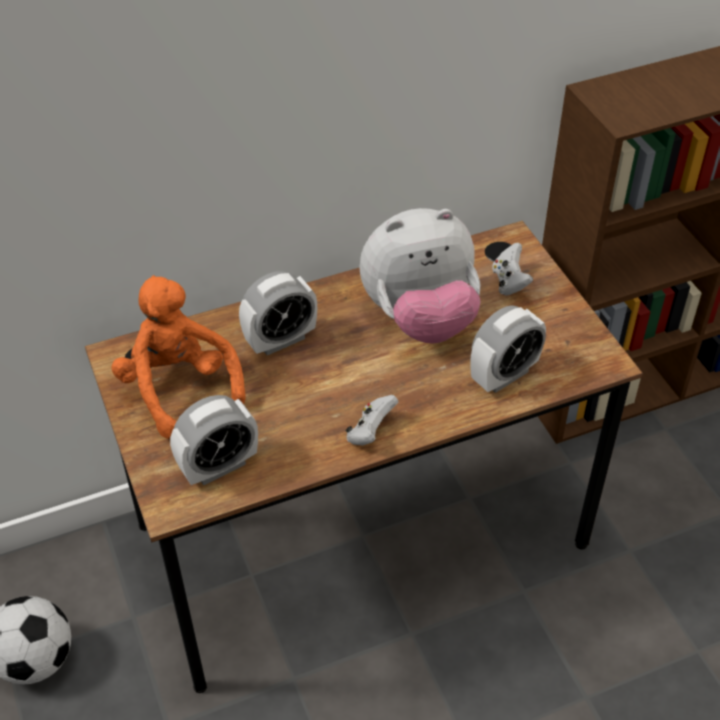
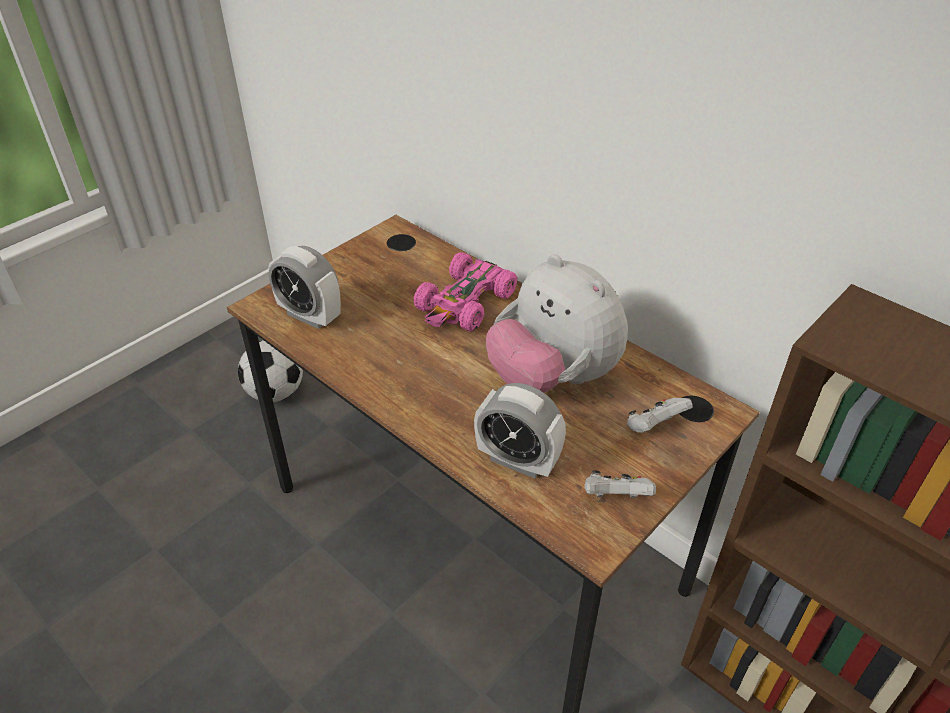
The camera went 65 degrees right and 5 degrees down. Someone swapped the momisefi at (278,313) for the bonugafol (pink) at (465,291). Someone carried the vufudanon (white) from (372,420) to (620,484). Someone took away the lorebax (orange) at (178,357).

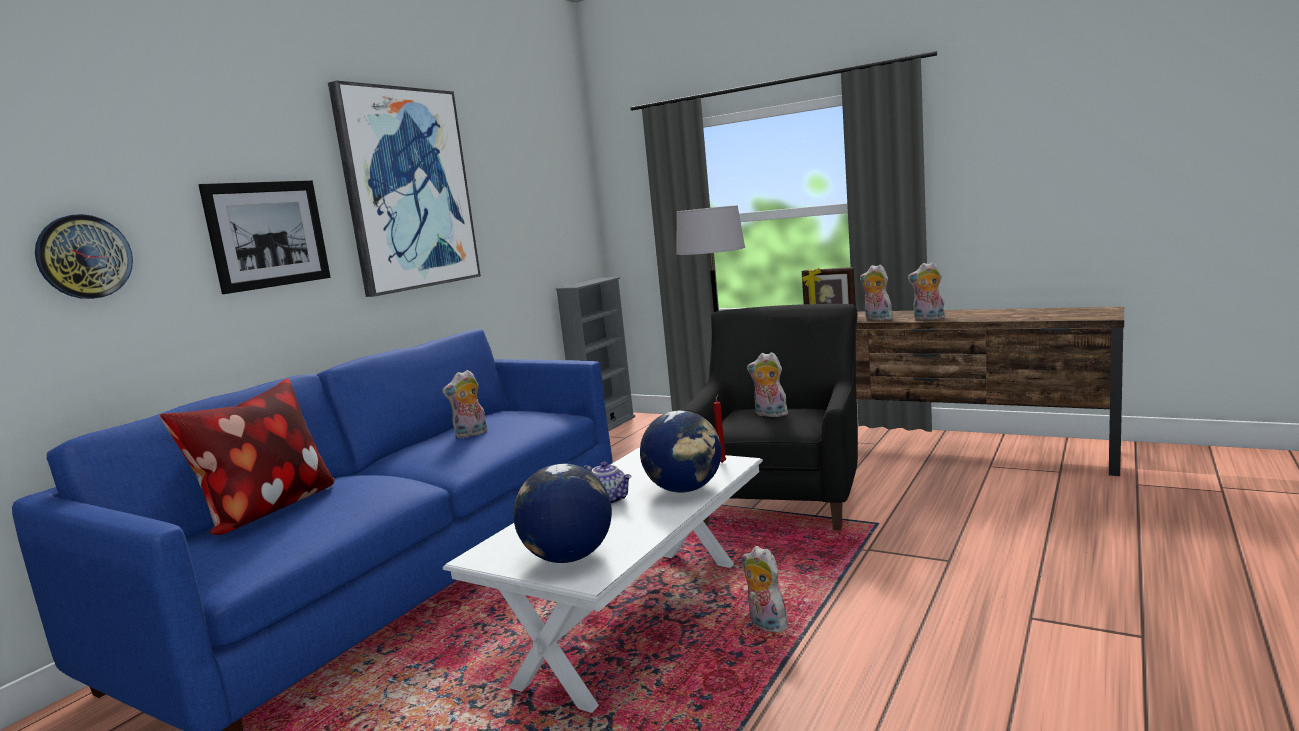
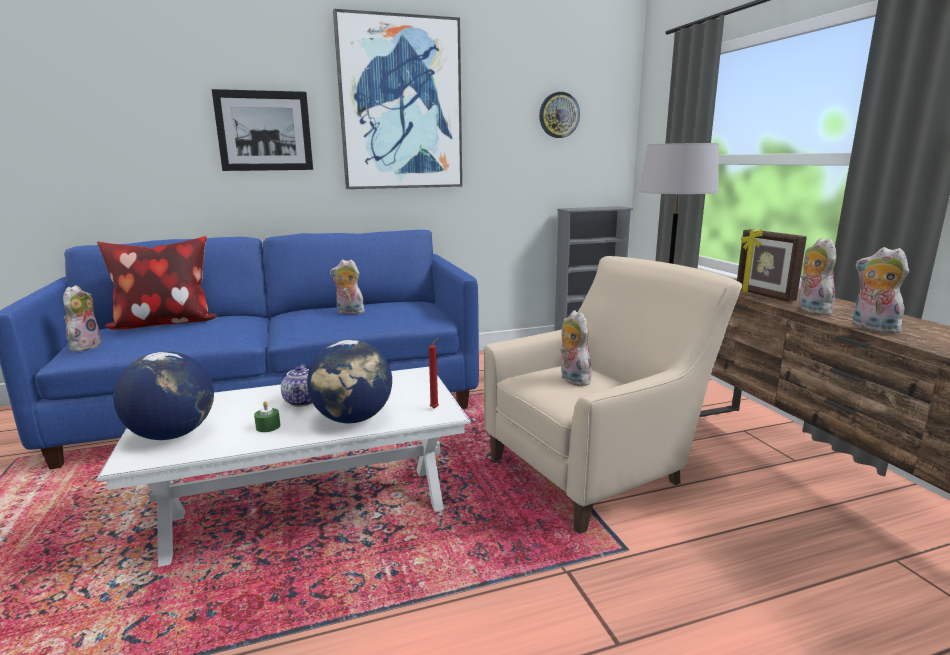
The camera went 40 degrees right and 5 degrees up. Someone carried the lorebax from (765,589) to (82,318). Someone put down the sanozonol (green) at (267,416). Someone repainted the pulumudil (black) at (770,417), which became the pulumudil (beige) at (613,395). Someone carried the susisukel from (84,256) to (559,115).

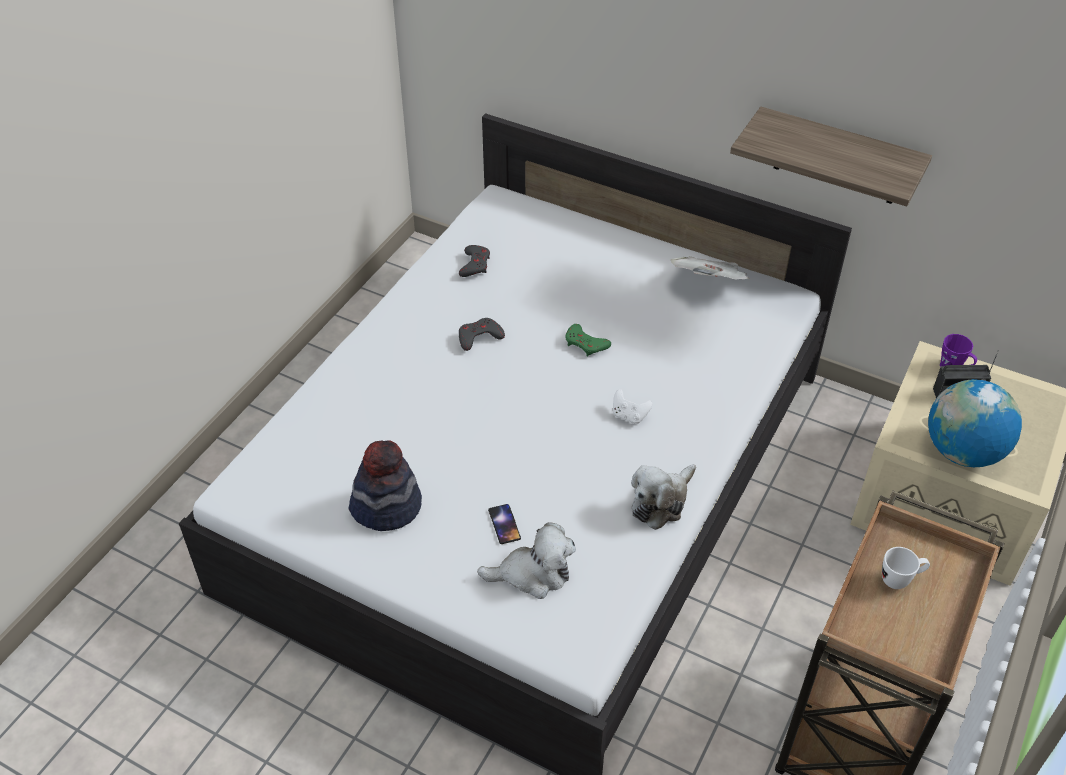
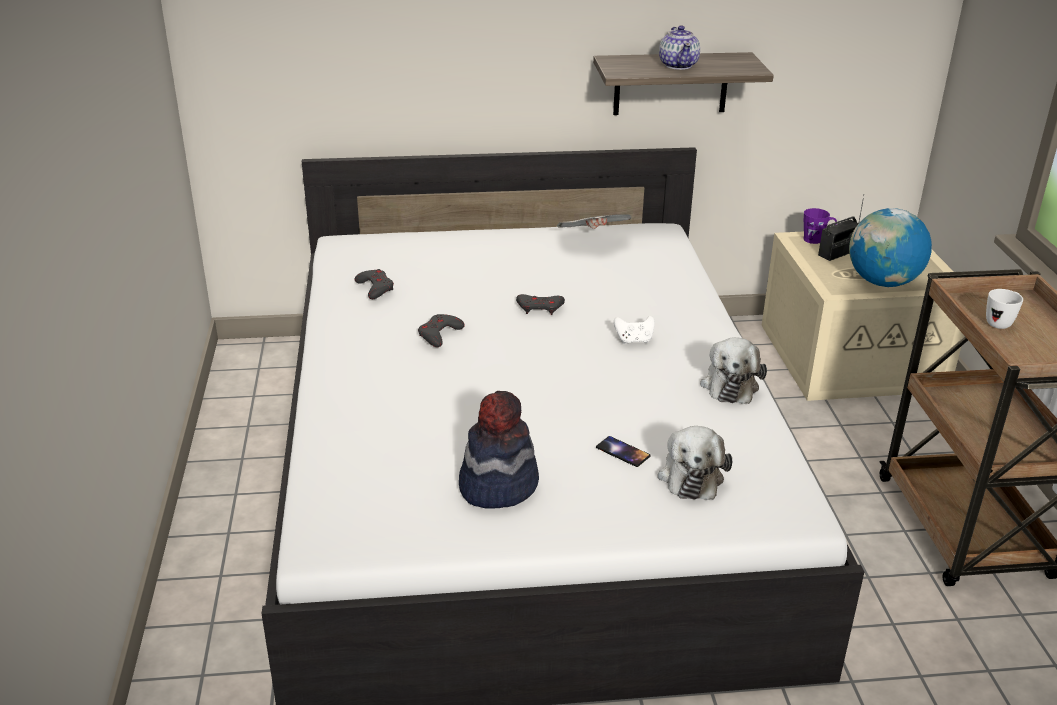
The camera went 35 degrees left and 15 degrees down. Someone repainted the vufudanon (green) at (588,340), which became the vufudanon (grey) at (540,304). Someone rotated the lorebax at (526,560) by 135 degrees clockwise. Someone put down the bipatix at (679,48).

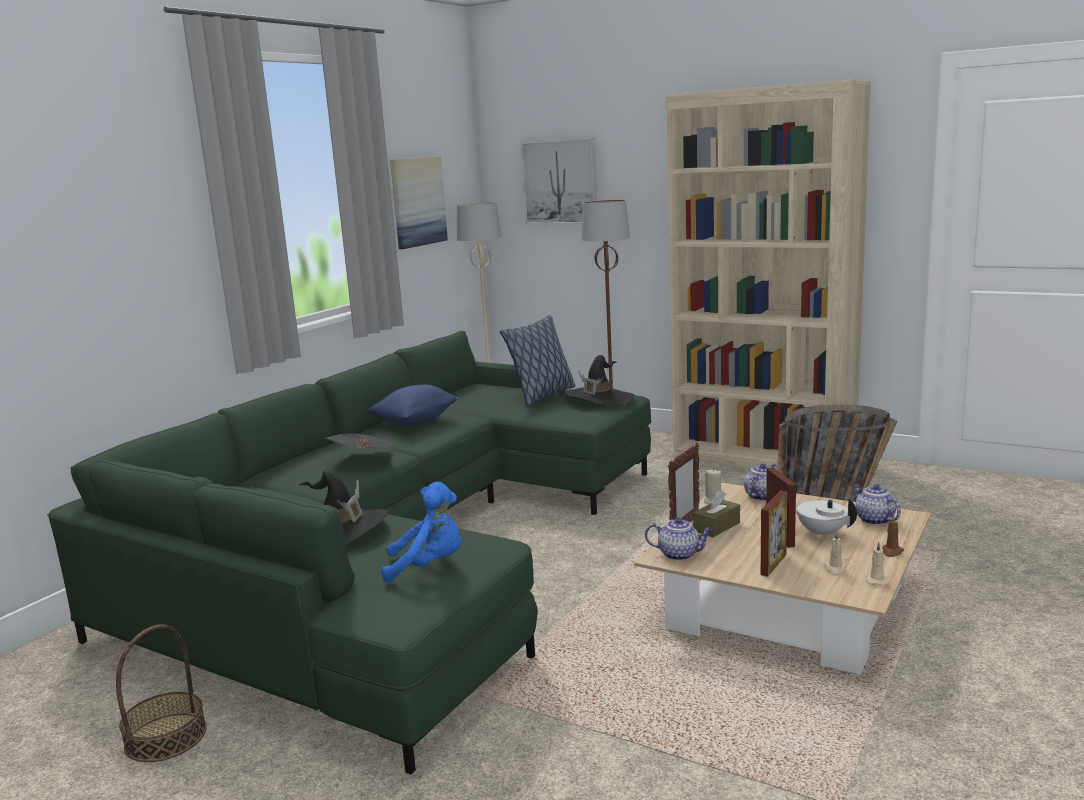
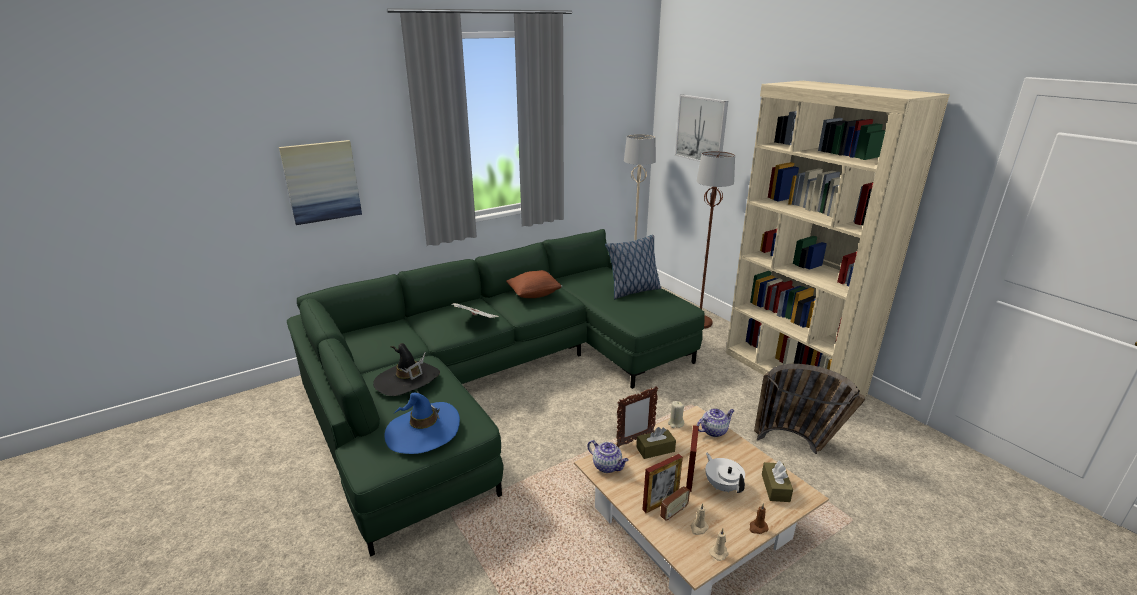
The camera went 25 degrees right and 10 degrees up. Someone carried the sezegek from (419,202) to (320,182). Someone swapped the lorebax (blue) at (421,532) for the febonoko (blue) at (422,423). Someone repainted the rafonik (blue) at (412,405), which became the rafonik (brown) at (534,284). Someone put down the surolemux at (675,499). Someone swapped the bipatix at (877,504) for the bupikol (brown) at (777,481). Someone took away the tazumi at (161,693). Someone took away the febonoko (black) at (599,380).

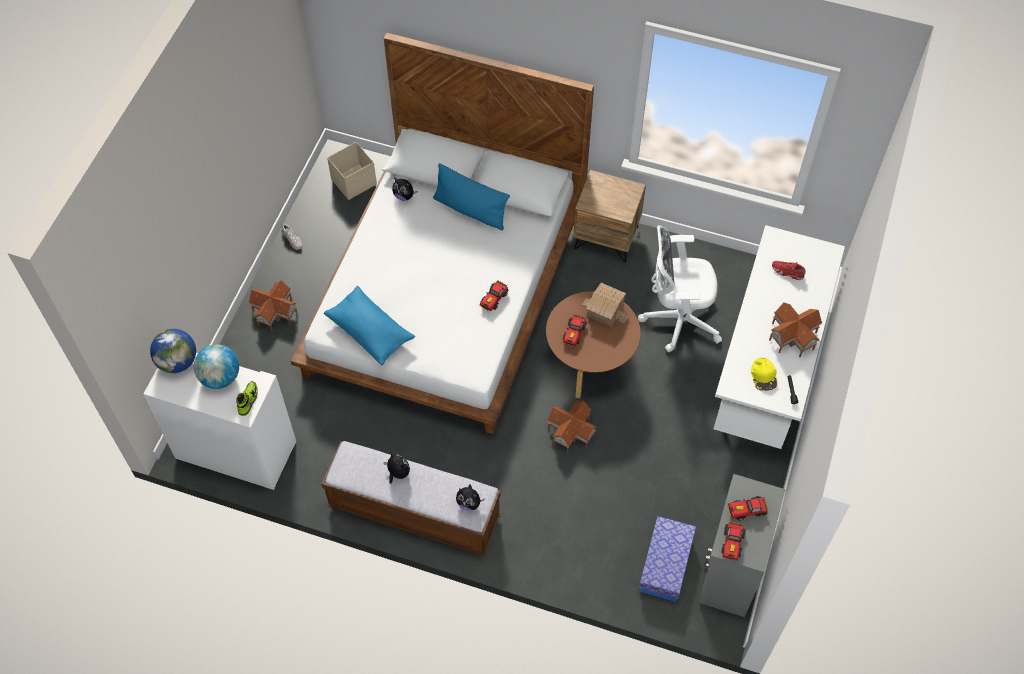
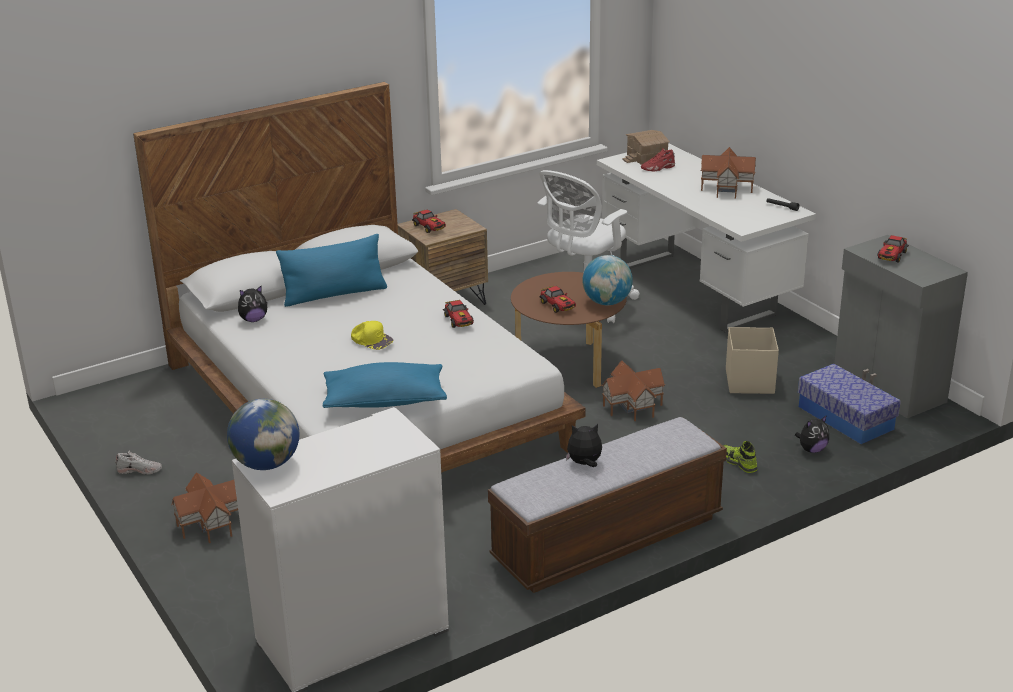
The camera went 50 degrees left and 30 degrees down. Someone carried the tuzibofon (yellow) from (764,374) to (372,335). Someone carried the bonugafol from (733,541) to (429,221). Someone carried the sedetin from (216,366) to (607,280). Someone carried the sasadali from (605,305) to (646,147). Someone carried the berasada from (247,398) to (741,457). Someone carried the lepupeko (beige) from (352,171) to (752,360). Someone carried the lorebax from (470,497) to (812,434).

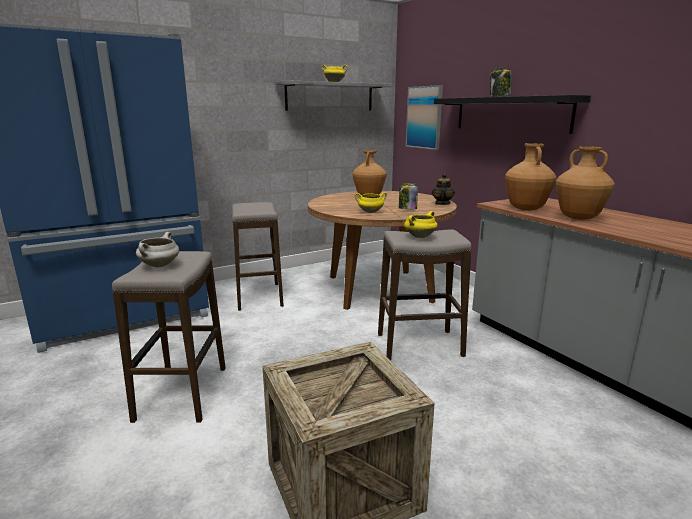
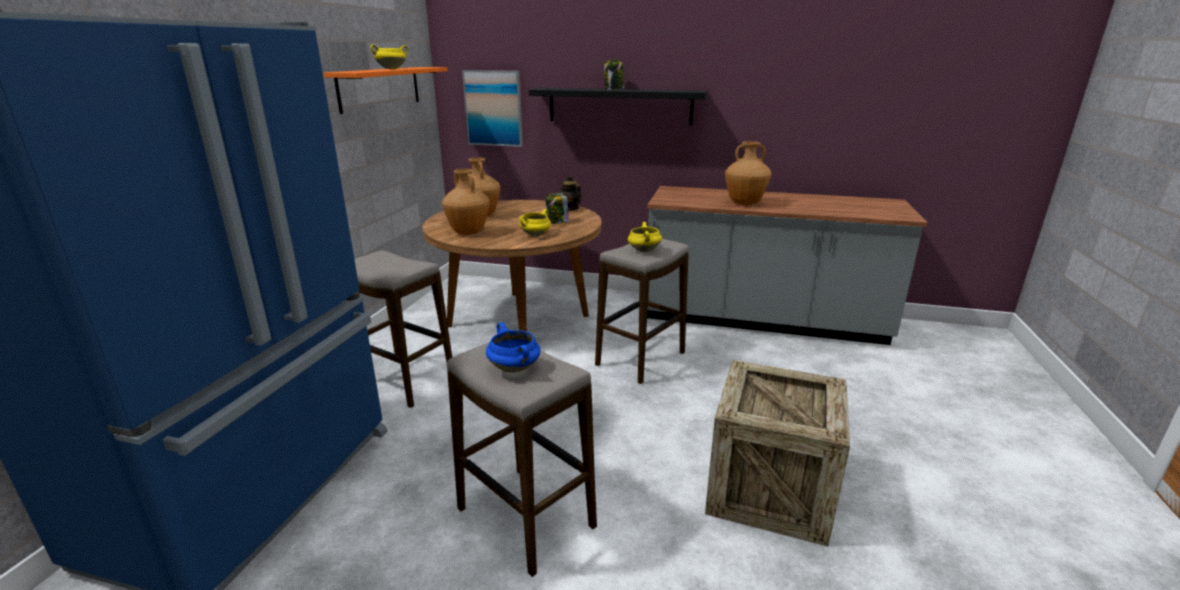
The camera went 45 degrees left and 5 degrees up. Someone repainted the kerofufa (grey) at (333,95), which became the kerofufa (orange) at (385,90). Someone carried the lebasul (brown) from (531,177) to (466,202). Someone repainted the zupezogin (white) at (157,249), which became the zupezogin (blue) at (513,347).

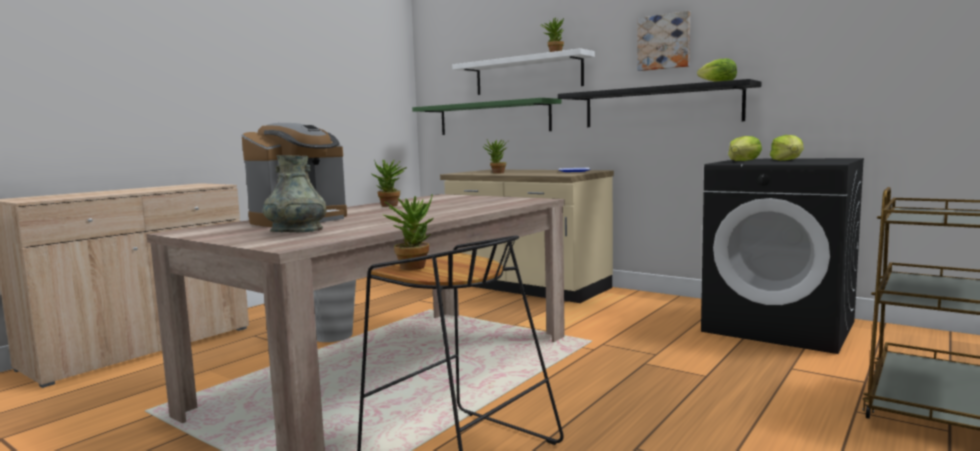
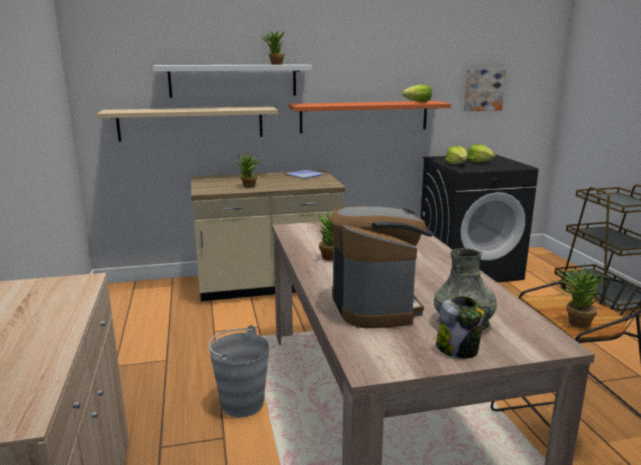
The camera went 50 degrees left and 10 degrees up. Someone repainted the kerofufa (green) at (487,116), which became the kerofufa (beige) at (187,123). Someone repainted the kerofufa (black) at (659,103), which became the kerofufa (orange) at (370,117). Someone put down the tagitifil at (460,327). Someone carried the sezegek from (663,41) to (485,90).

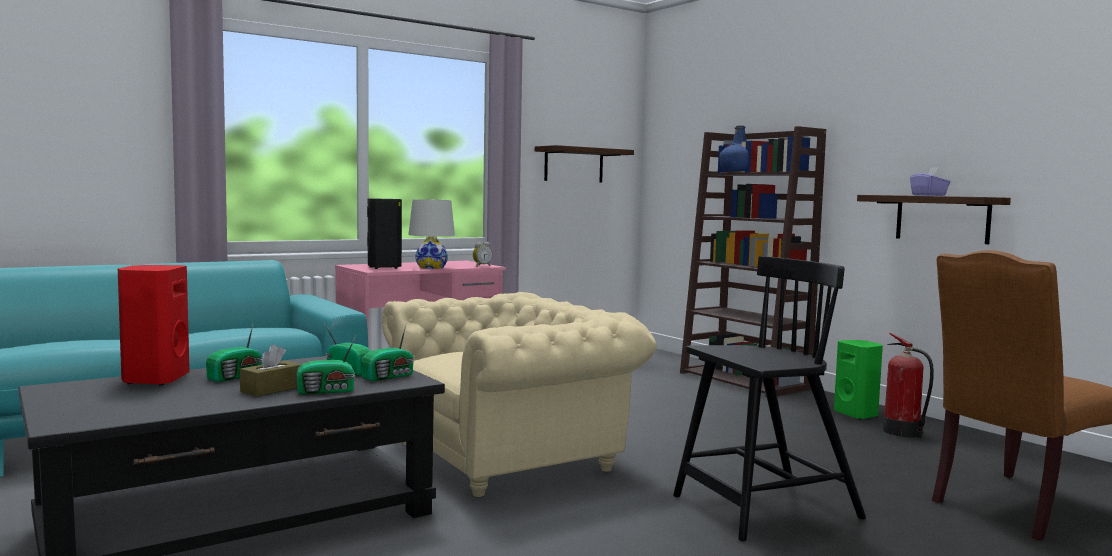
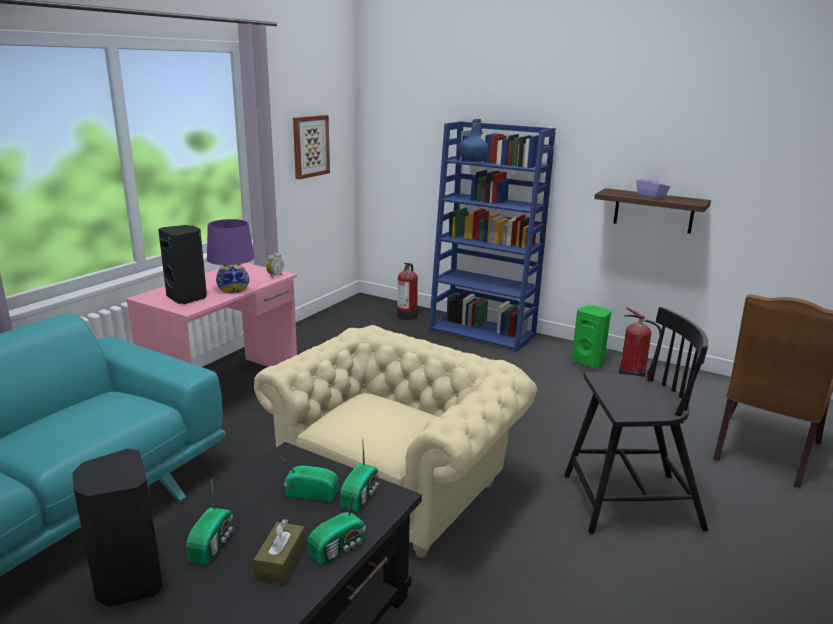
The camera went 25 degrees left and 15 degrees up. Someone repainted the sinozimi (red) at (153,325), which became the sinozimi (black) at (117,528). Someone repainted the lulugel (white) at (431,234), which became the lulugel (purple) at (231,256). Someone swapped the kerofufa at (584,163) for the sezegek at (311,147). Someone put down the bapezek at (407,291). Someone repainted the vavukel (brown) at (753,261), which became the vavukel (blue) at (492,236). Someone rotated the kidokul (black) at (769,398) by 45 degrees clockwise.

